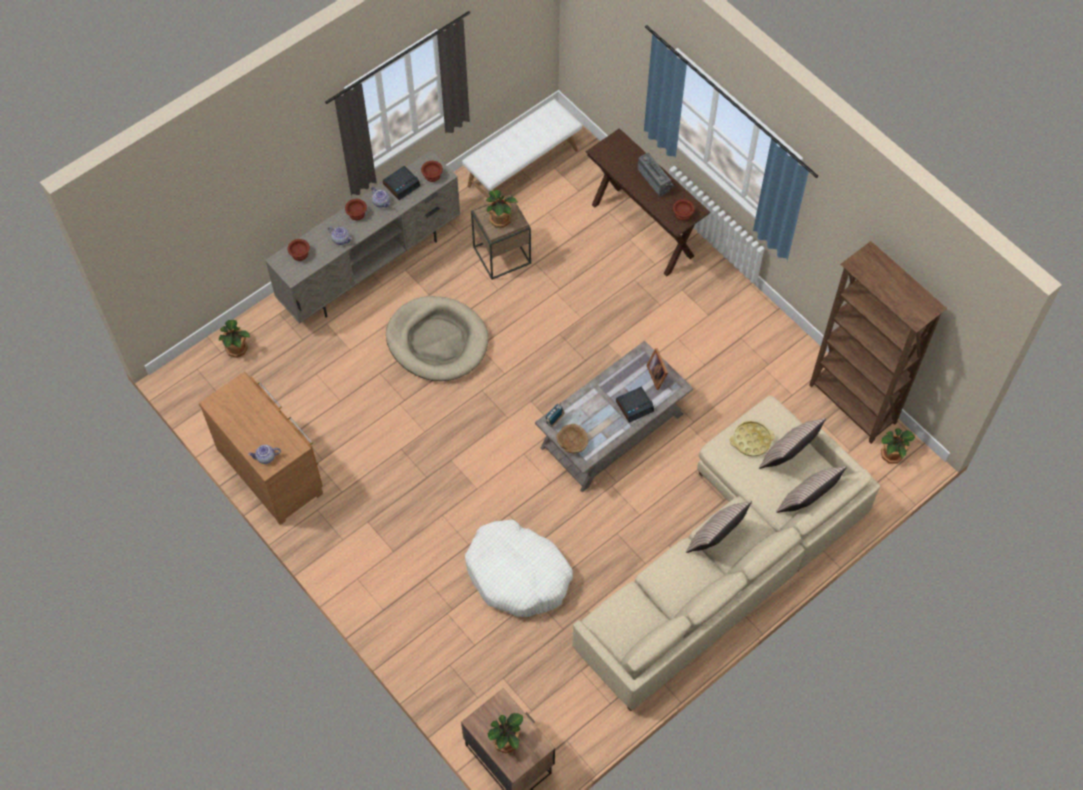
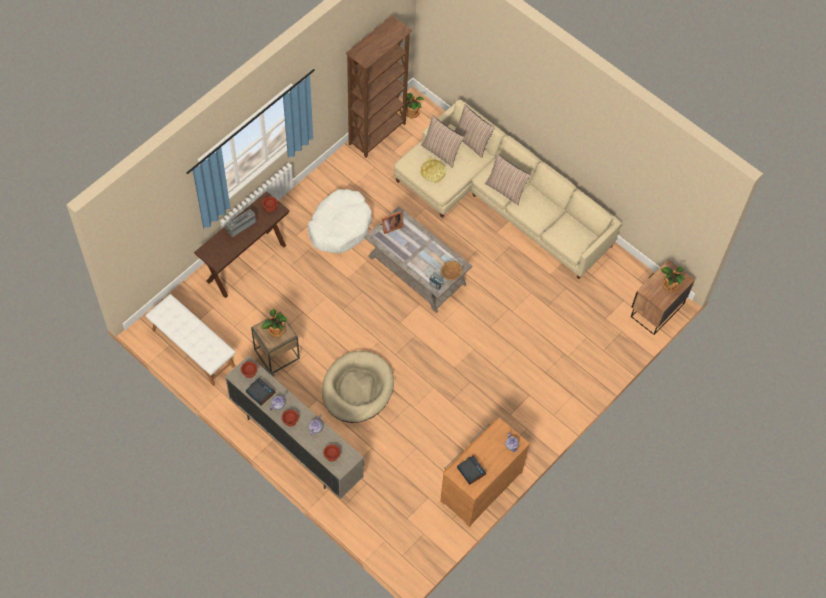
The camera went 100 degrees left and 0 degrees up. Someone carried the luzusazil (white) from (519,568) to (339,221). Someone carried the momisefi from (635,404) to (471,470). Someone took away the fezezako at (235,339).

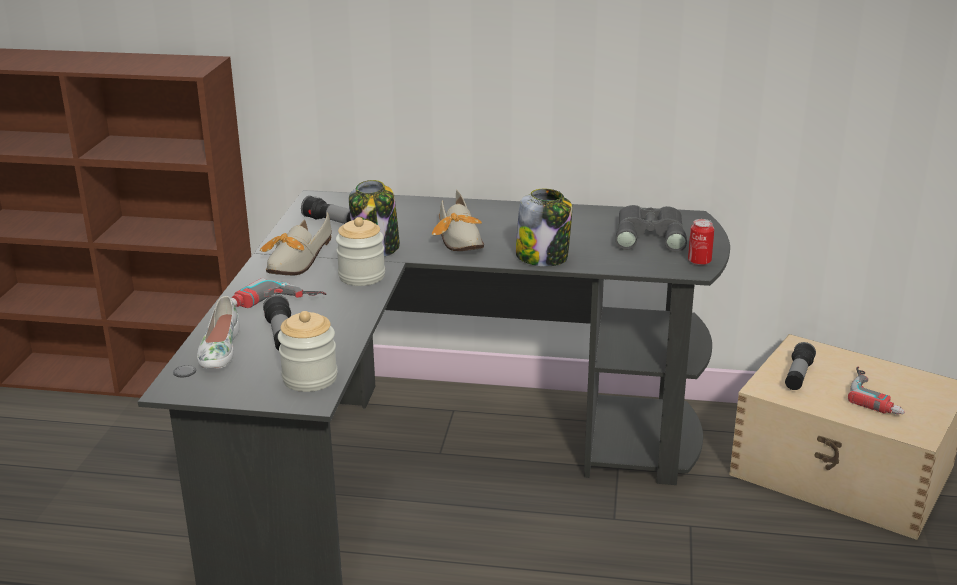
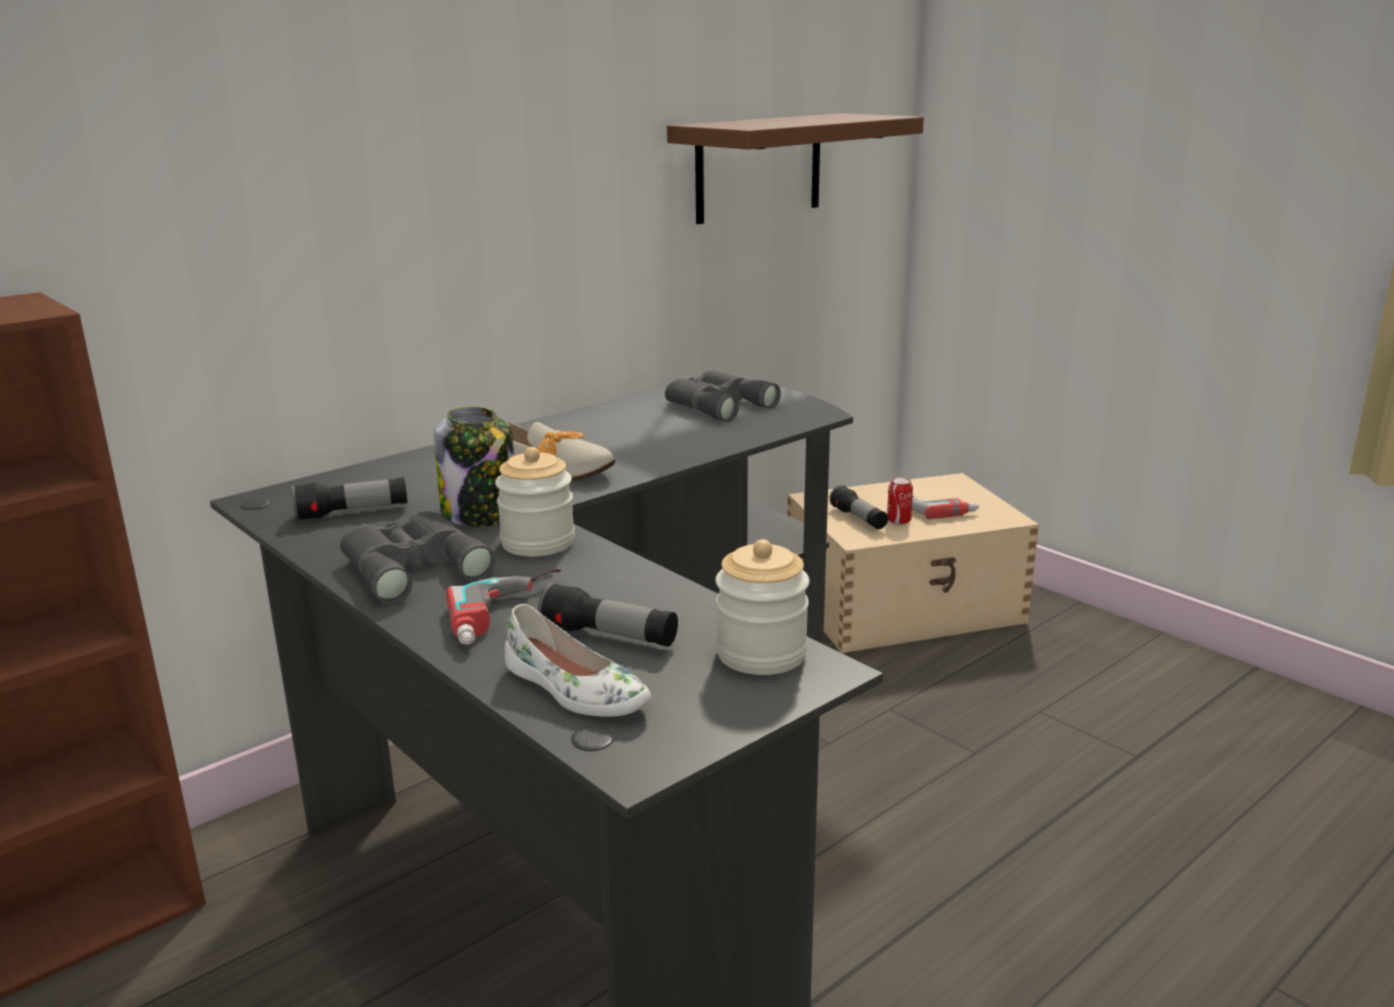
The camera went 50 degrees left and 5 degrees down. Someone swapped the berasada at (296,243) for the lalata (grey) at (418,557). Someone put up the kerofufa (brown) at (795,168). Someone carried the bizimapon from (701,242) to (900,501). Someone took away the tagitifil at (544,227).

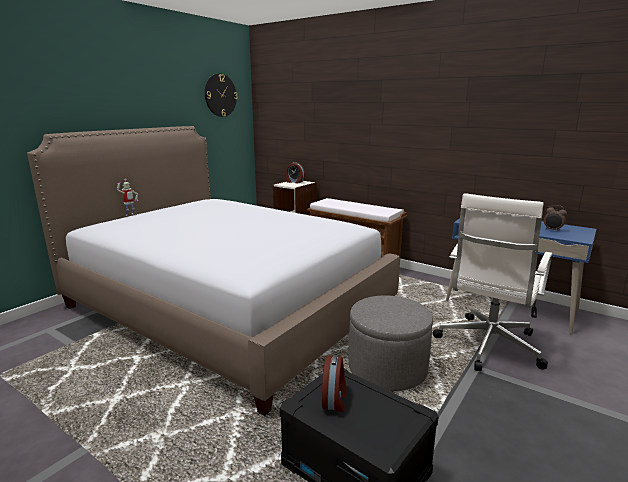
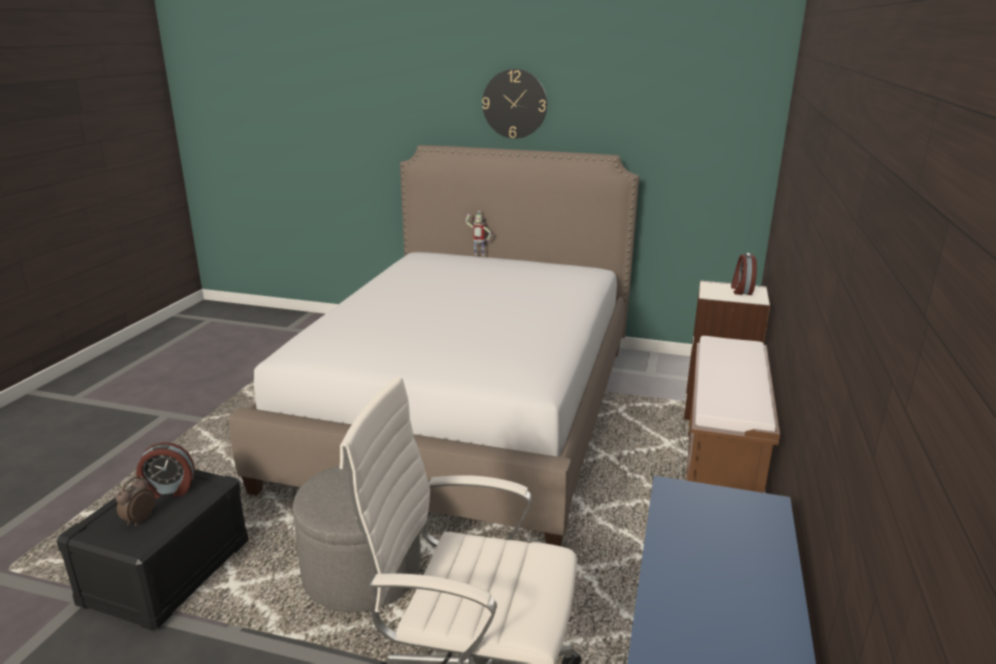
The camera went 70 degrees right and 5 degrees up. Someone carried the momisefi from (555,218) to (135,501). Someone carried the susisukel from (221,95) to (514,104).

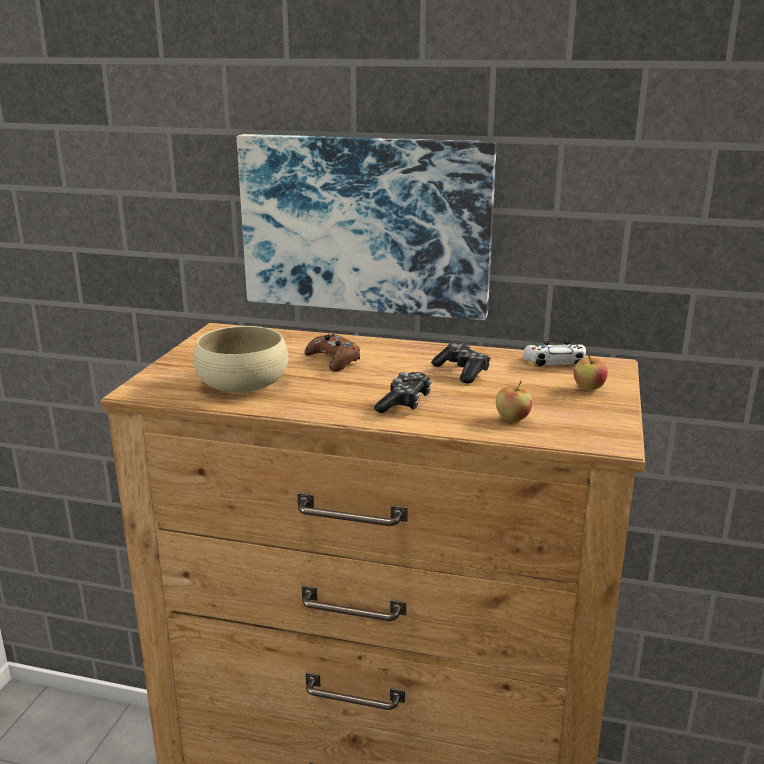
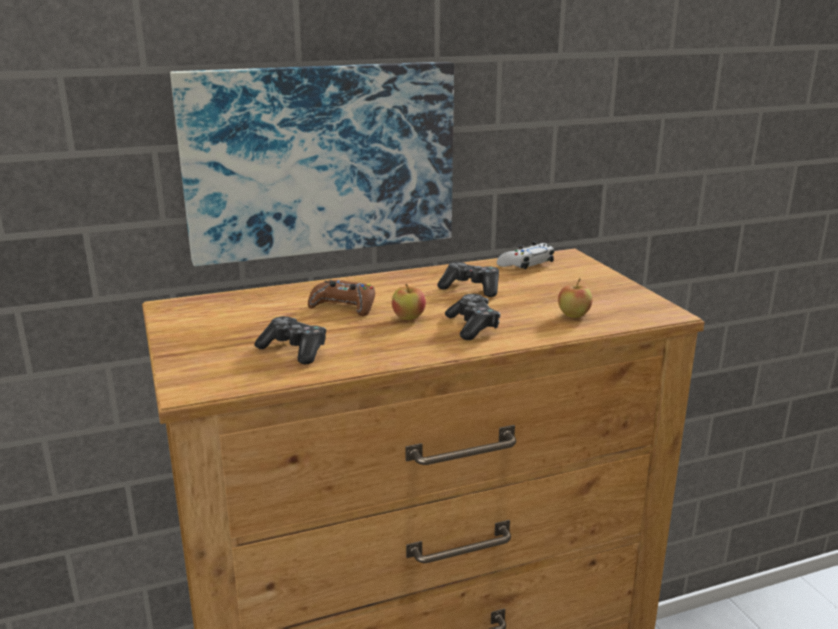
The camera went 35 degrees left and 0 degrees up. Someone swapped the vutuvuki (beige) at (240,359) for the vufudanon at (290,340). Someone carried the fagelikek from (590,372) to (409,302).

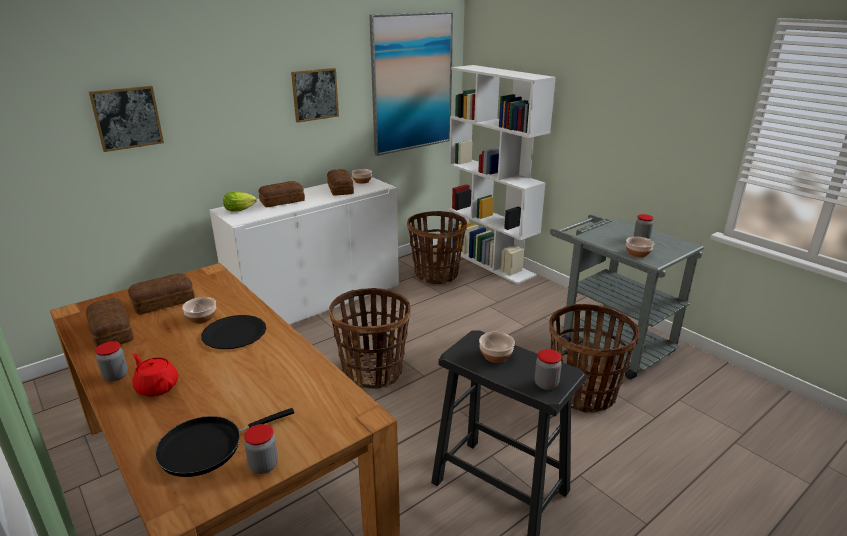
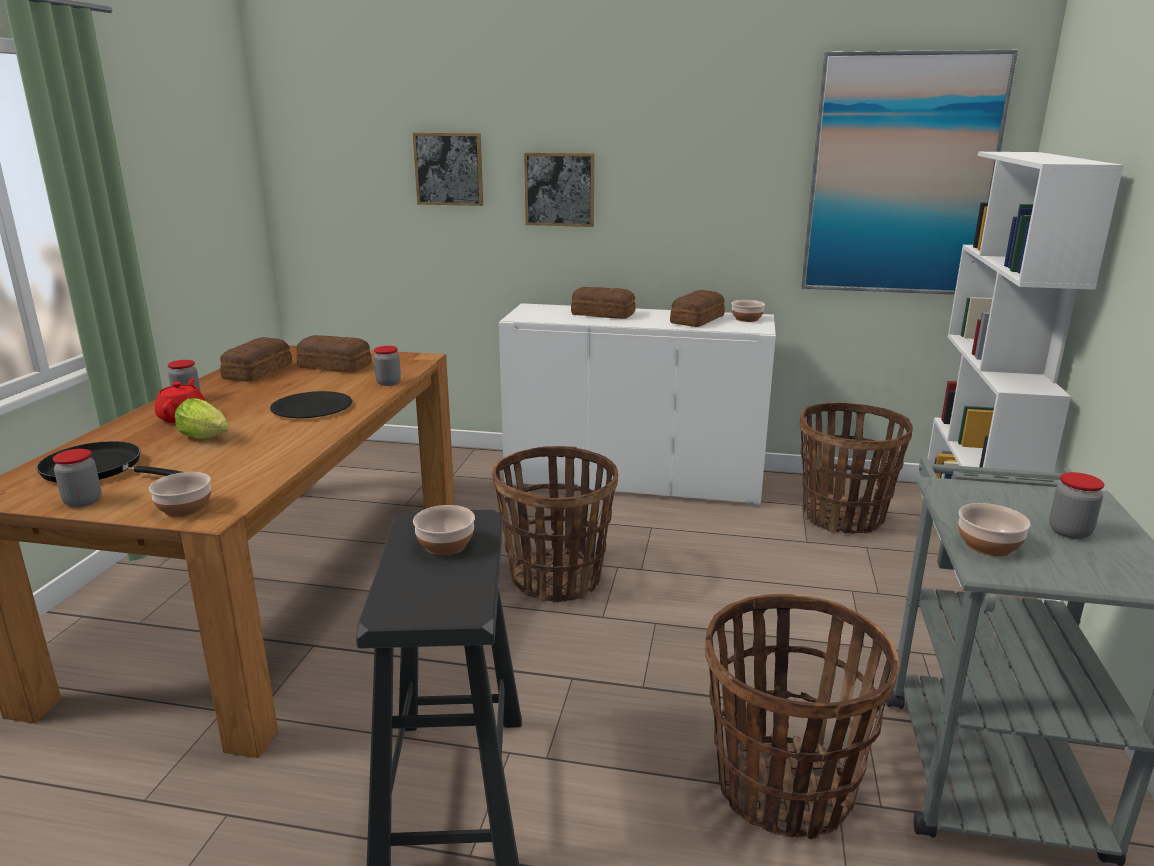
The camera went 50 degrees right and 5 degrees down. Someone carried the vutuvuki from (199,310) to (180,494). Someone carried the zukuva from (240,201) to (202,418). Someone carried the tagitifil from (548,369) to (387,366). Someone carried the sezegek from (315,95) to (559,190).

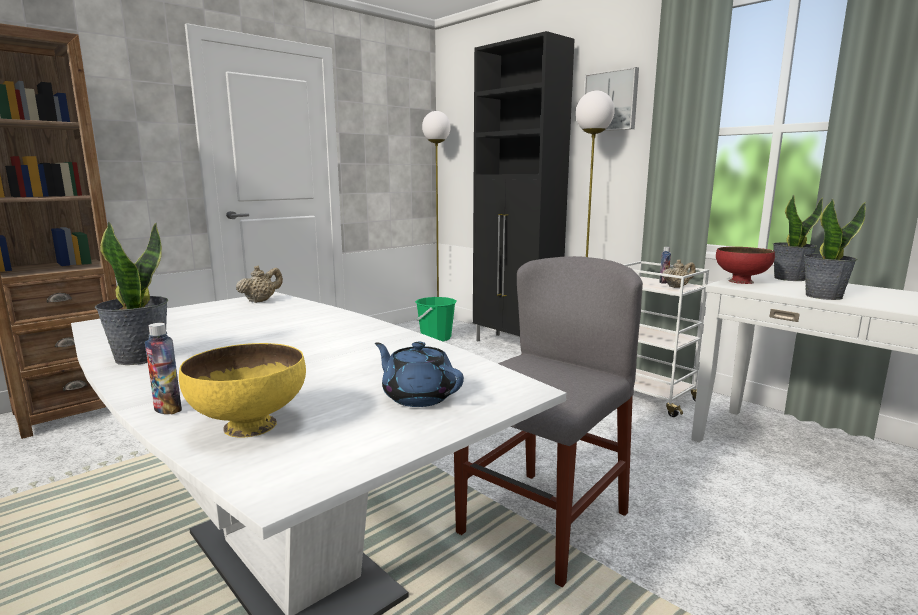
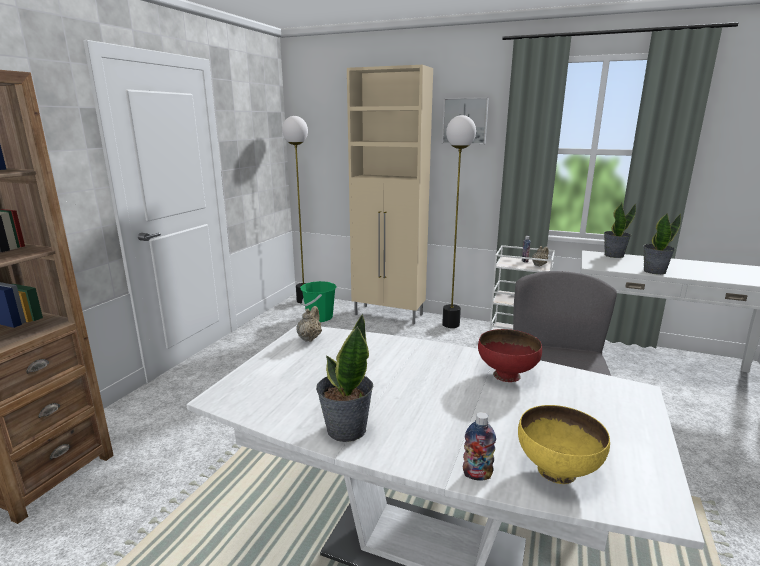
The camera went 25 degrees left and 5 degrees up. Someone repainted the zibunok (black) at (524,186), which became the zibunok (beige) at (390,195). Someone carried the vutuvuki (red) from (745,265) to (510,355). Someone took away the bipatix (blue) at (419,374).

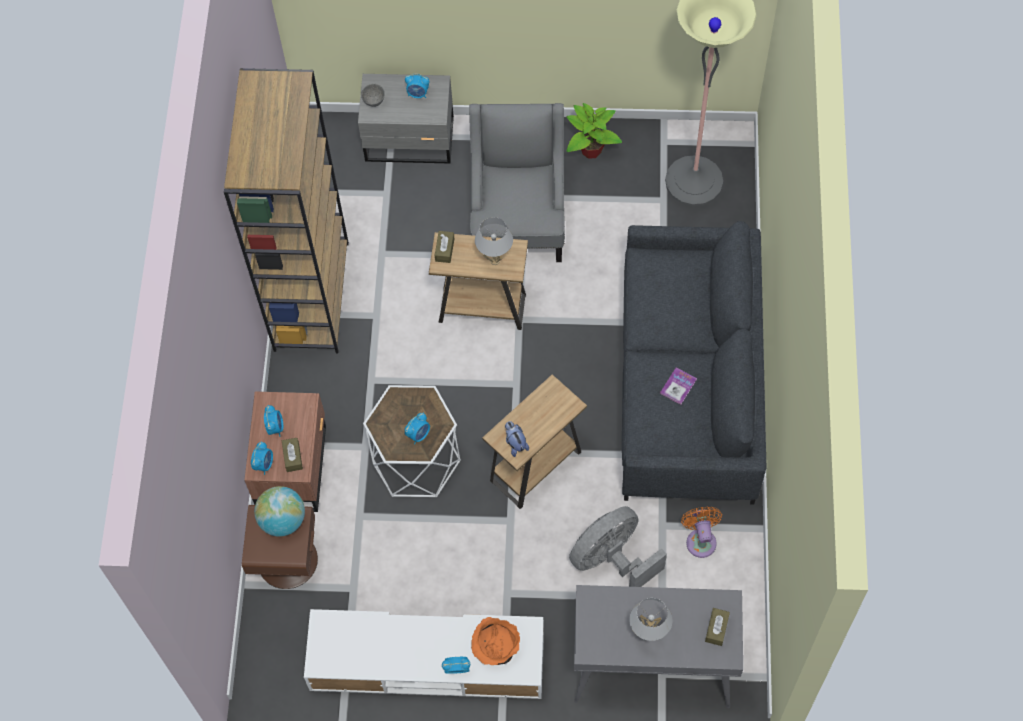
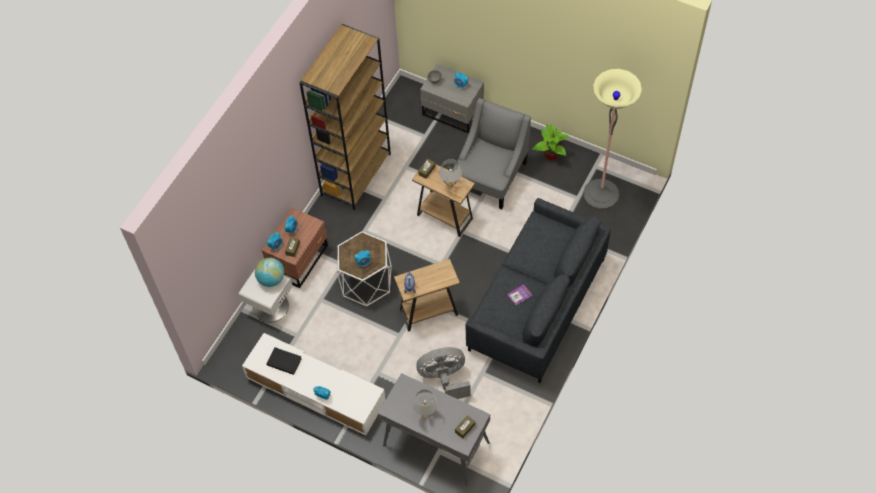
The camera went 25 degrees right and 5 degrees down. Someone repainted the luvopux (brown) at (280,547), which became the luvopux (white) at (265,296). Someone put down the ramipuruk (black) at (284,361). Someone took away the vutuvuki (orange) at (495,641). Someone took away the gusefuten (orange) at (701,532).

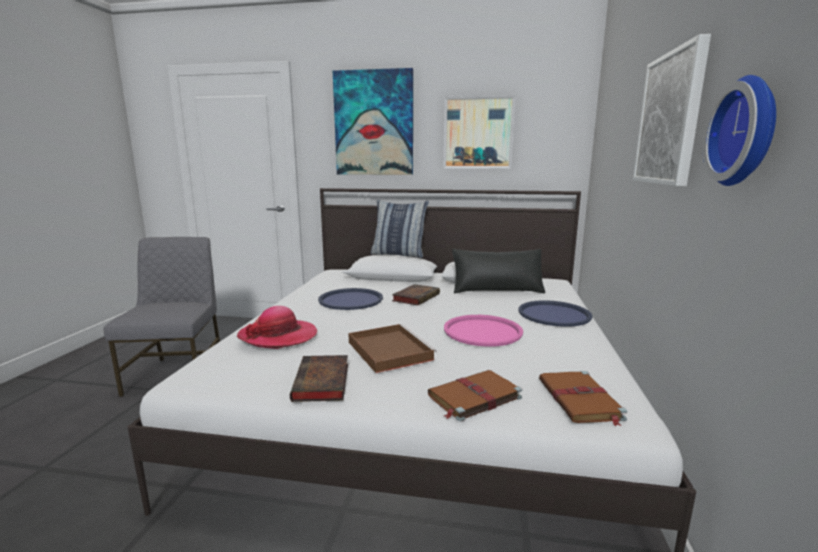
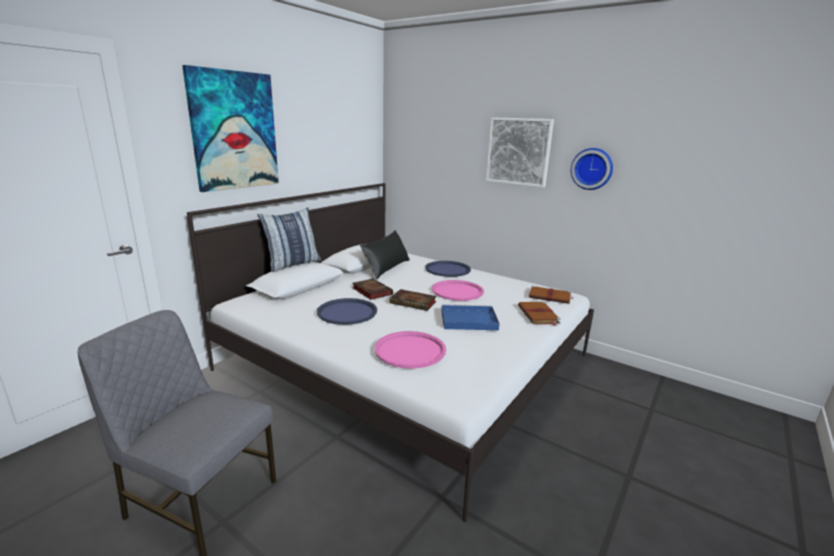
The camera went 65 degrees left and 5 degrees up. Someone swapped the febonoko at (277,327) for the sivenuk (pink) at (410,350). Someone carried the ramipuruk from (319,378) to (413,300). Someone repainted the sivenuk (brown) at (392,348), which became the sivenuk (blue) at (470,317). Someone took away the sezegek at (479,132).

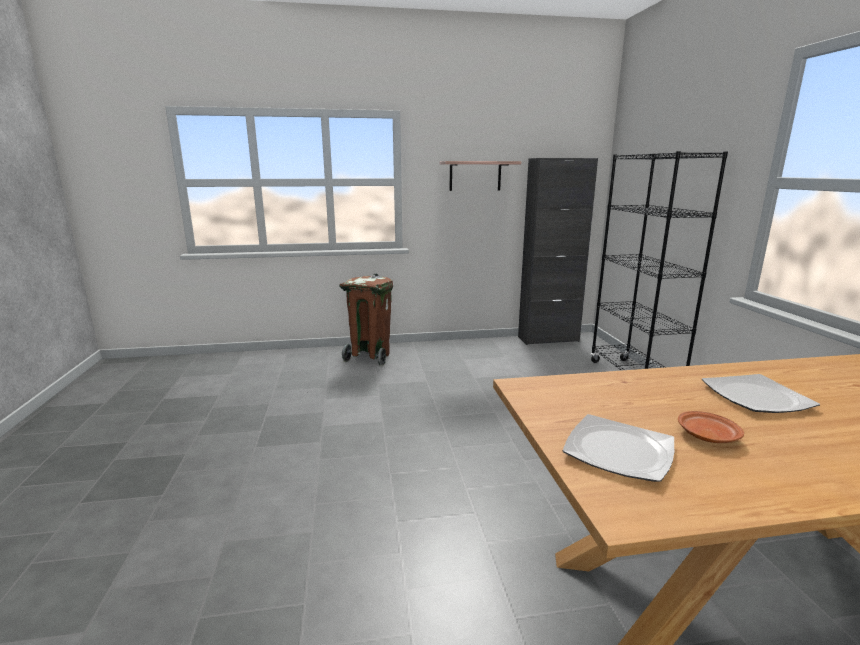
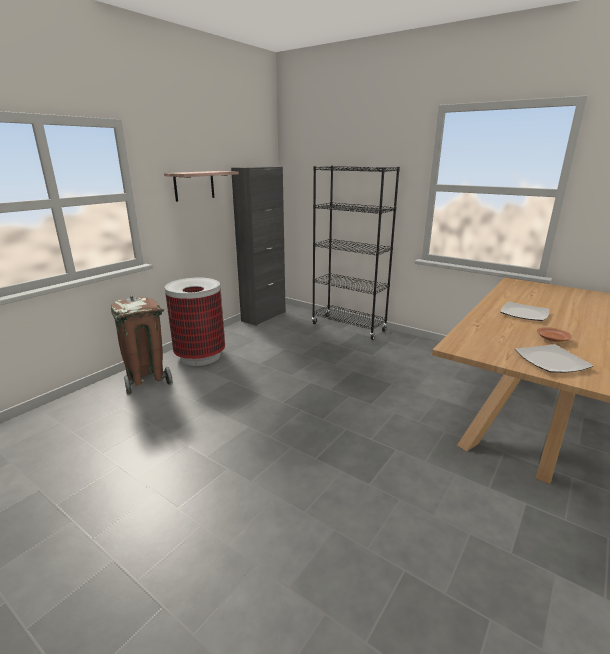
The camera went 45 degrees left and 5 degrees up. Someone put down the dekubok at (195,322).

